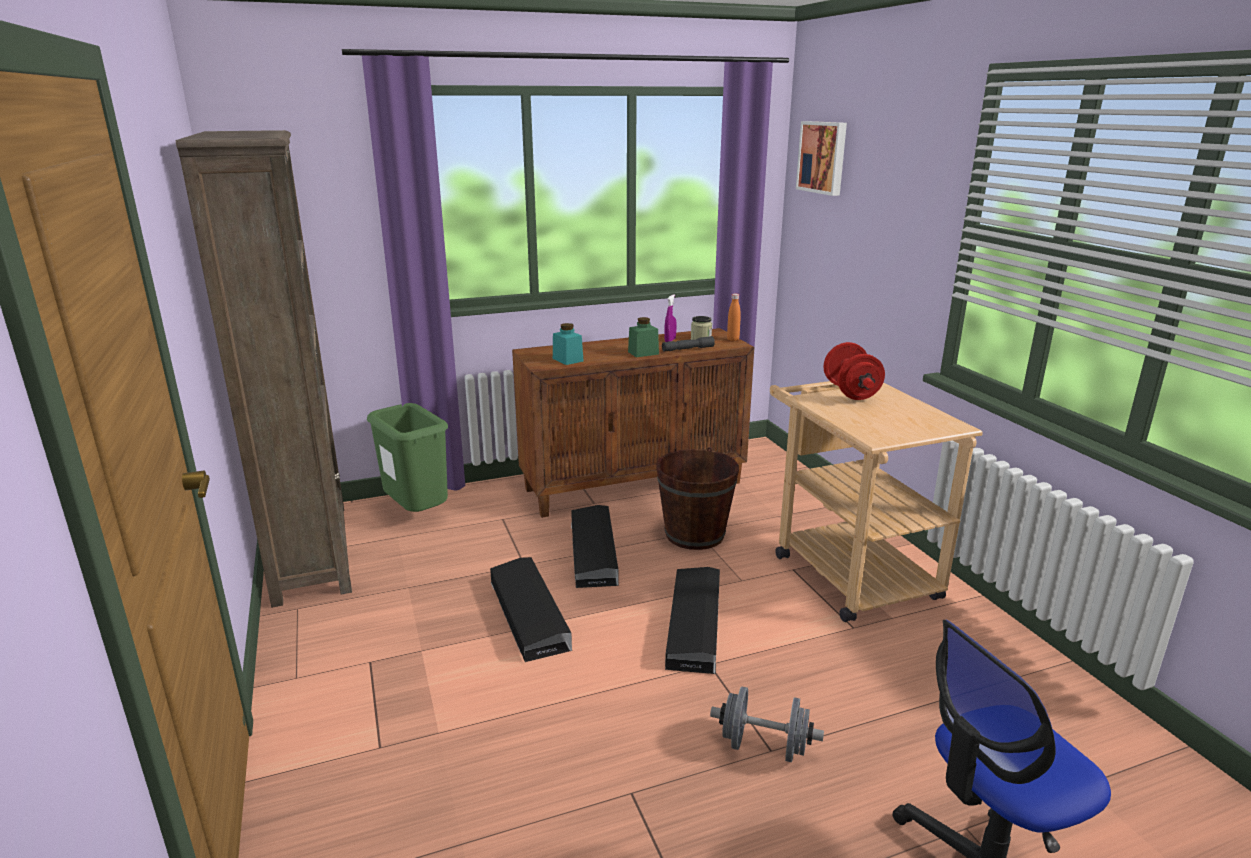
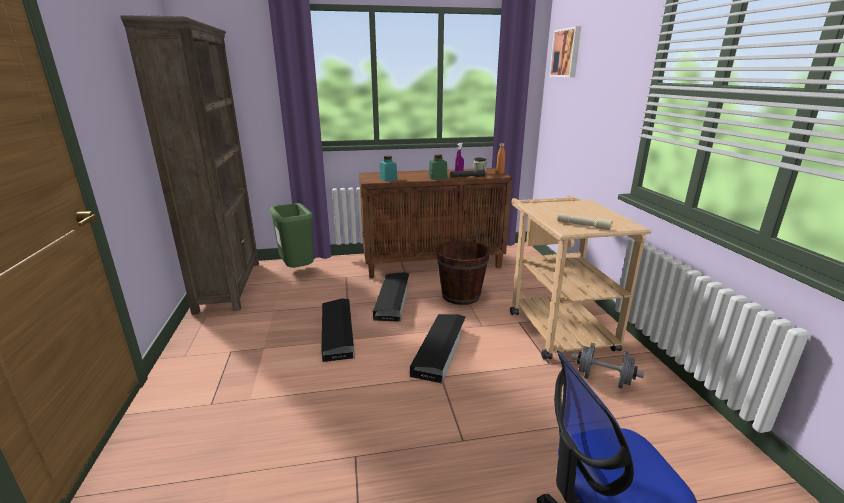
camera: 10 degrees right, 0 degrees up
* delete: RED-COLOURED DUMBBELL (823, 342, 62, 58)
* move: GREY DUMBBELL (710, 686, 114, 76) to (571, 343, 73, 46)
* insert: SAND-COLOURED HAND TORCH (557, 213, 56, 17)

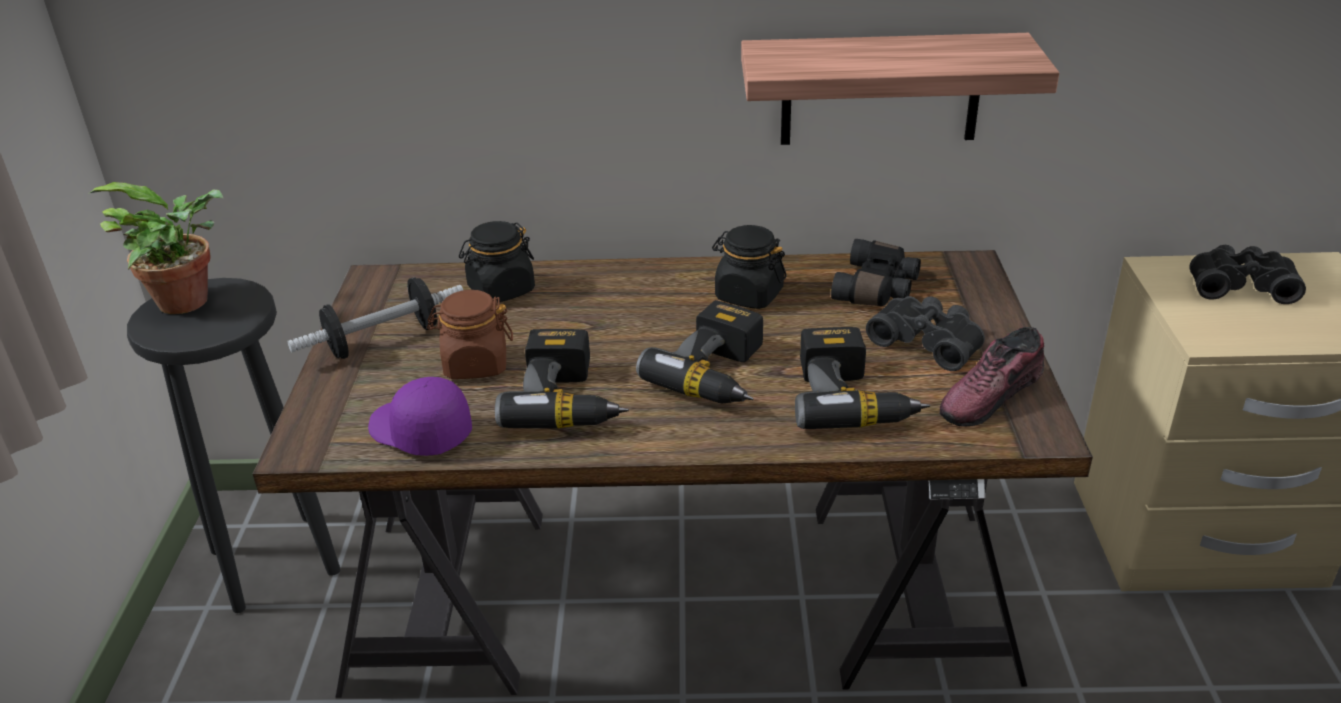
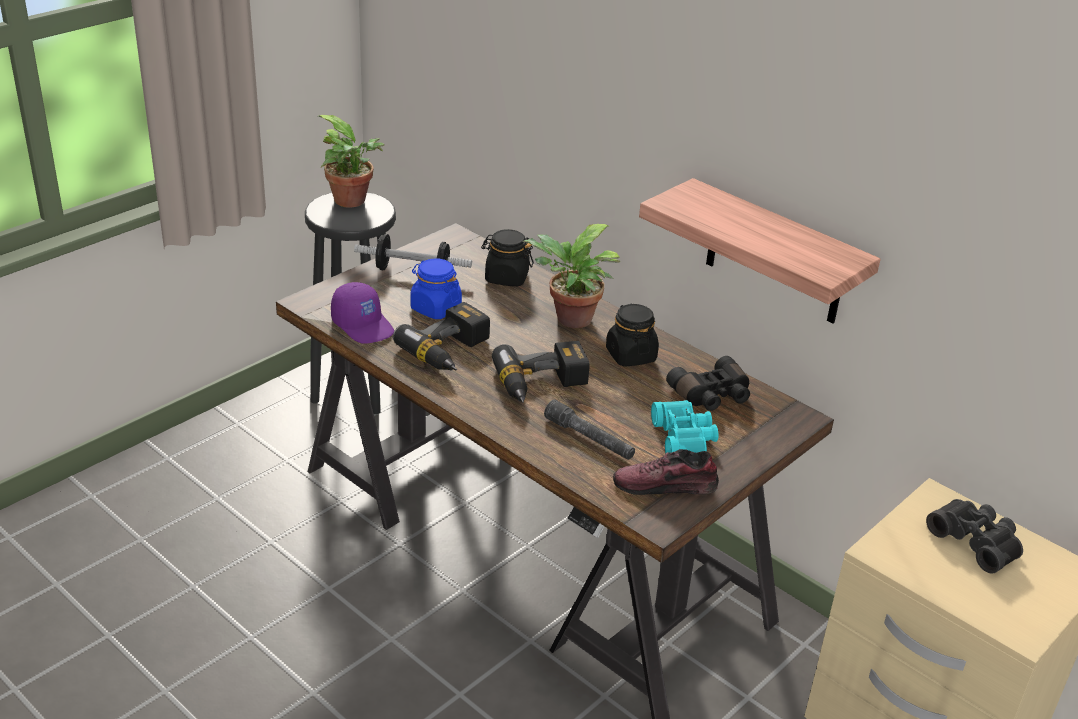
camera: 40 degrees right, 0 degrees up
* recolor: BROWNISH JAR (427, 290, 86, 89) to BLUISH JAR (410, 258, 52, 61)
* recolor: BLACKISH PAIR OF BINOCULARS (866, 296, 119, 75) to TURQUOISE PAIR OF BINOCULARS (651, 400, 67, 54)
* replace: POWER DRILL (795, 327, 135, 102) to GREY HAND TORCH (544, 399, 91, 61)
* rotate: PURPLE CAP (368, 377, 104, 79) = (331, 282, 63, 62) 150 degrees clockwise
* insert: POTTED PLANT (523, 224, 97, 104)

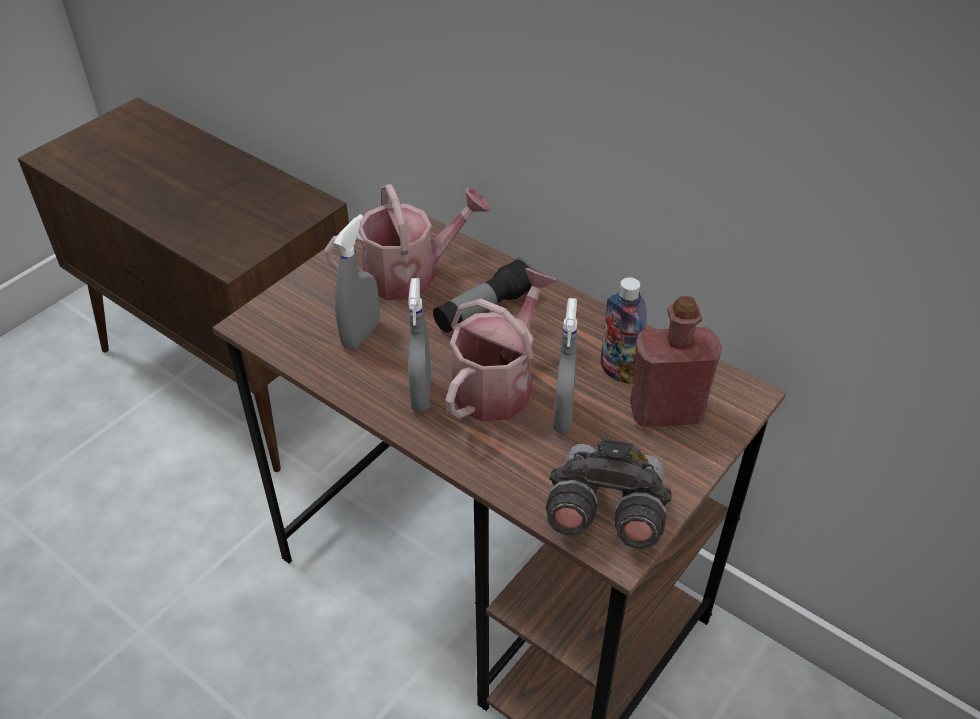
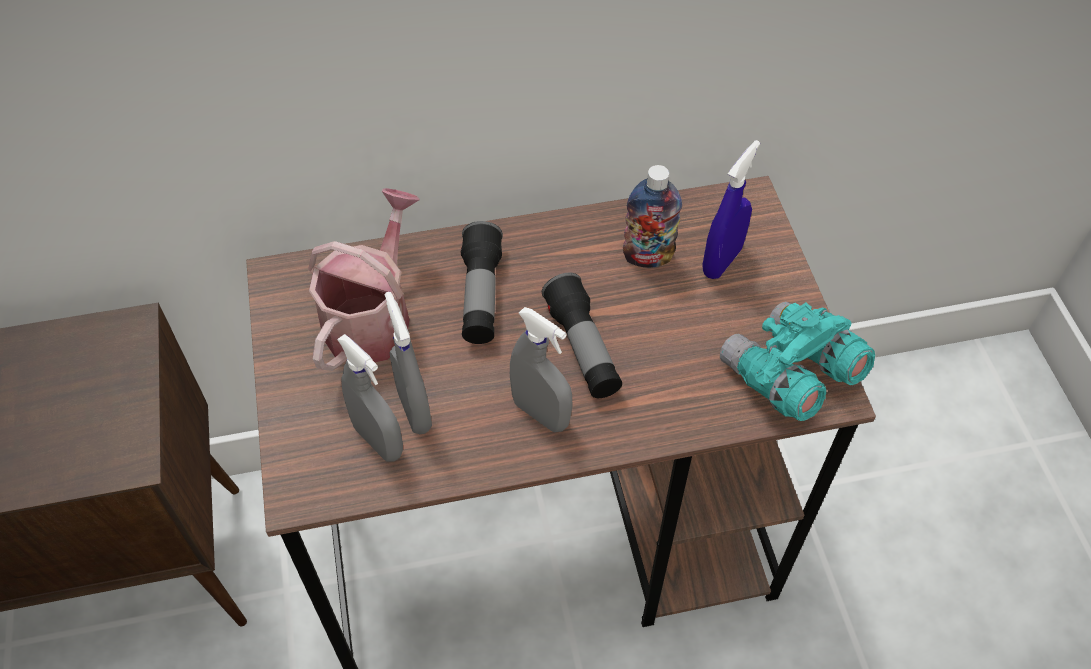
camera: 50 degrees left, 10 degrees up
* replace: SPRINKLING CAN (445, 268, 112, 154) to HAND TORCH (542, 273, 80, 125)
* replace: RED-COLOURED BEVERAGE BOTTLE (630, 296, 92, 131) to BLUISH SPRAYER (703, 140, 57, 139)
* move: GREY SPRAYER (553, 298, 24, 136) to (337, 334, 66, 127)
* recolor: GREY PAIR OF BINOCULARS (545, 438, 127, 111) to TURQUOISE PAIR OF BINOCULARS (720, 301, 155, 120)

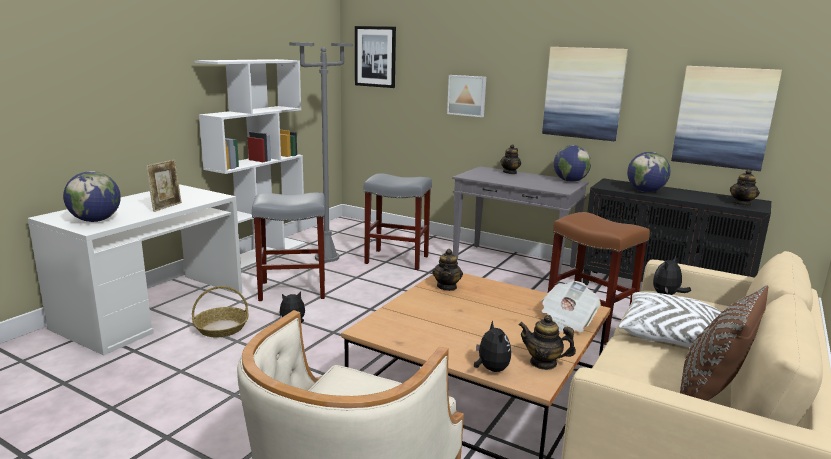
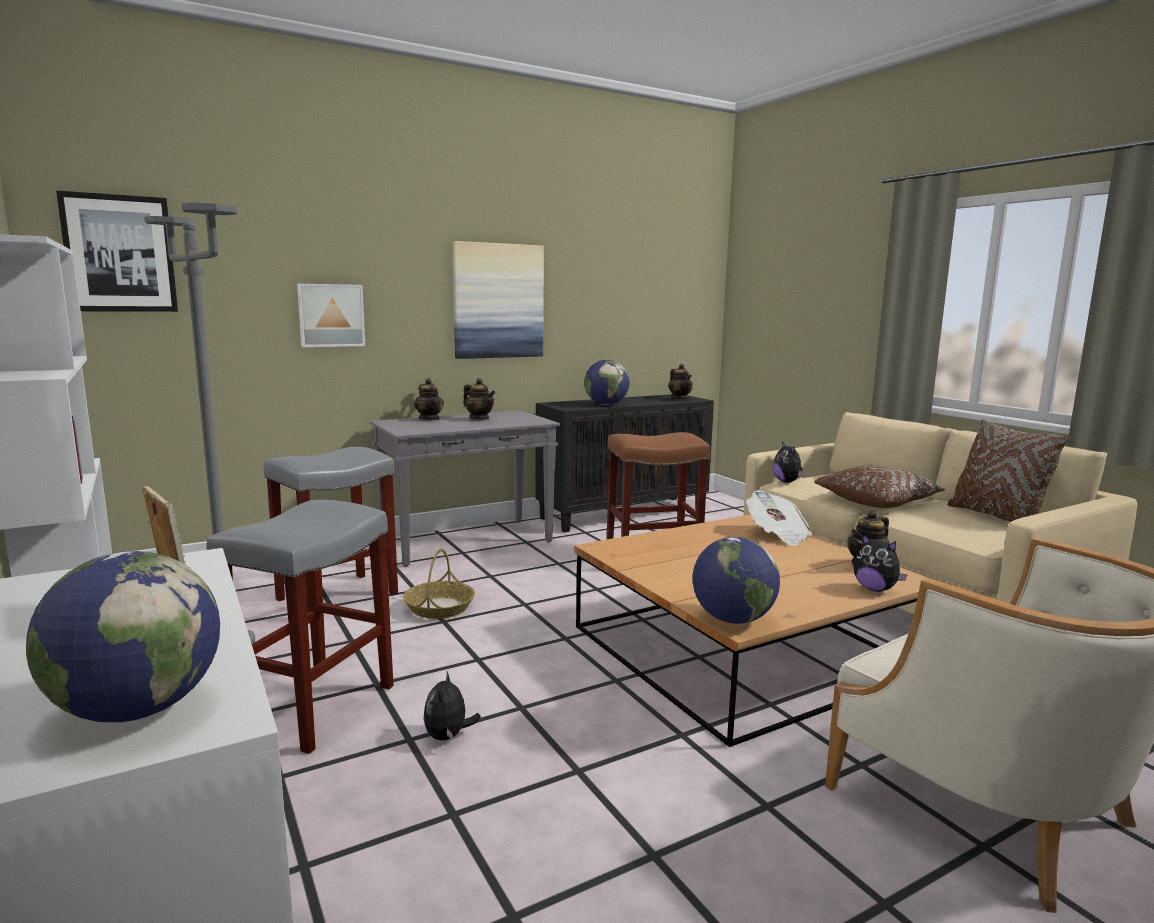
camera: 60 degrees left, 5 degrees down
* delete: WALL PICTURE (671, 66, 111, 105)
* move: GLOBE (554, 145, 37, 37) to (693, 537, 87, 87)
* move: TEAPOT (432, 249, 31, 42) to (463, 378, 32, 42)
* move: HOUSEHOLD BASKET (192, 286, 56, 52) to (403, 548, 72, 71)
* recolor: WHITE-COLOURED THROW PILLOW (619, 292, 104, 55) to BROWNISH THROW PILLOW (814, 465, 132, 43)
* rotate: CUDDLY TOY (474, 321, 37, 51) = (854, 534, 54, 58) 150 degrees counterclockwise

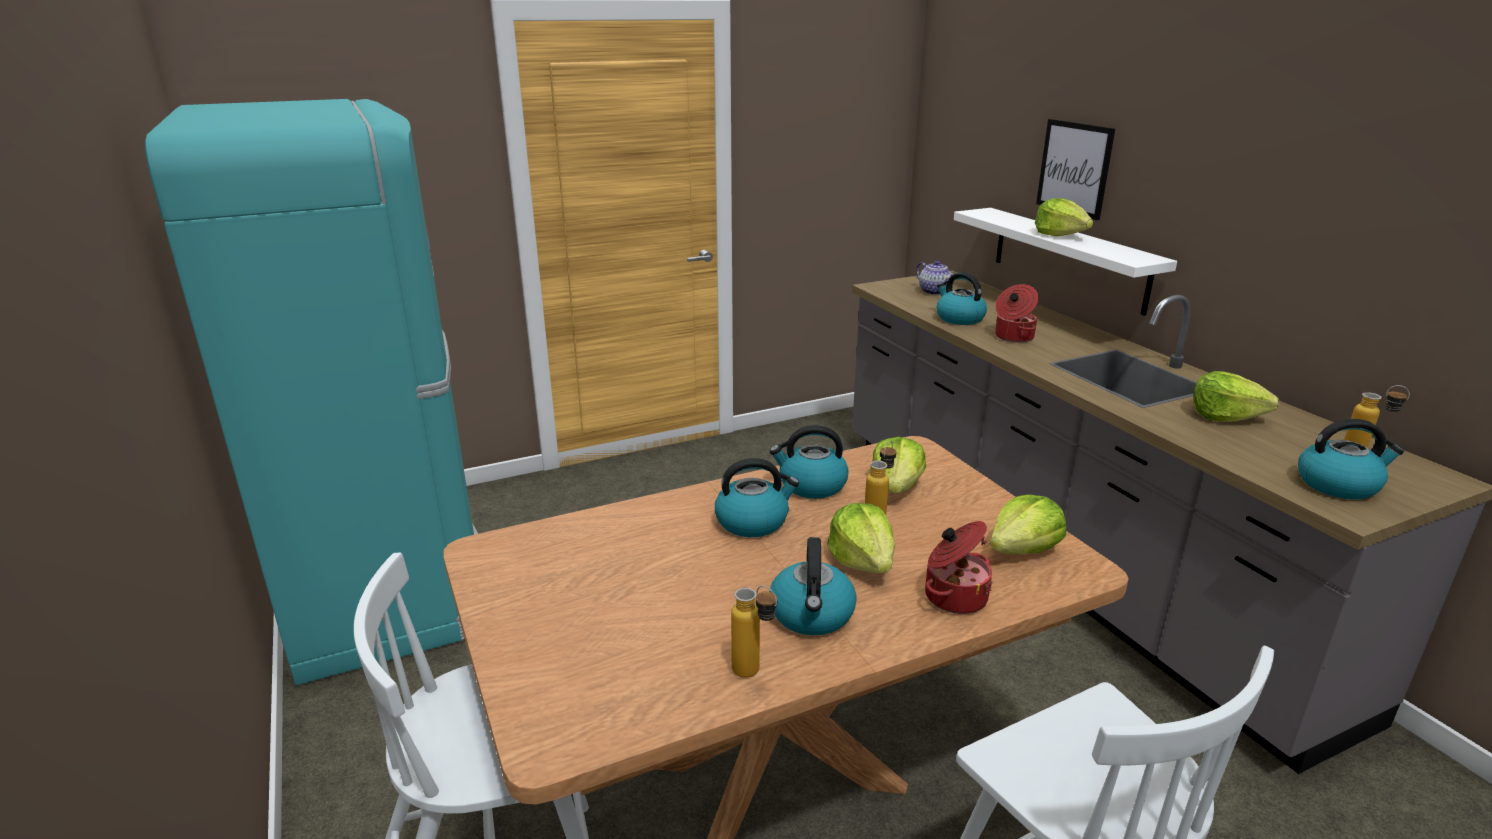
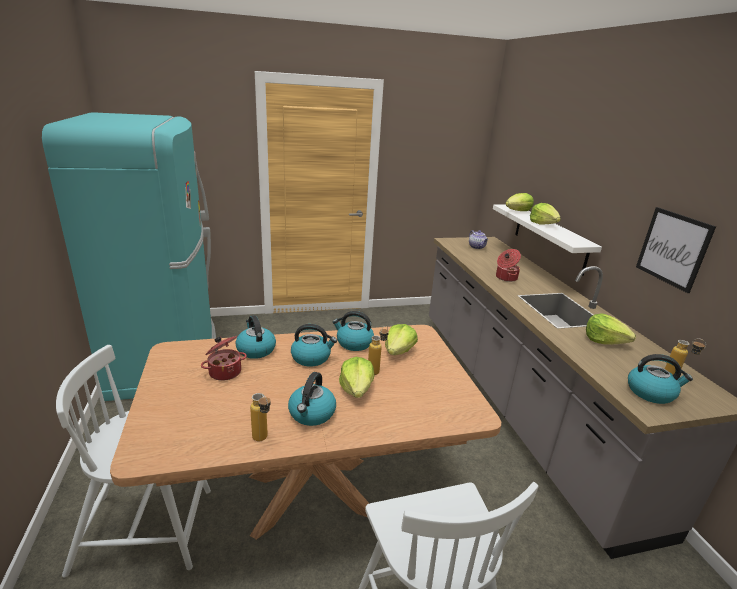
camera: 10 degrees right, 0 degrees up
* move: WALL PICTURE (1036, 119, 79, 101) to (636, 207, 80, 86)
* move: WATER KETTLE (937, 272, 50, 53) to (235, 315, 41, 44)
* move: HEAD OF LETTUCE (990, 494, 76, 60) to (505, 193, 29, 18)
* move: COOKING POT (925, 521, 67, 93) to (201, 336, 46, 45)

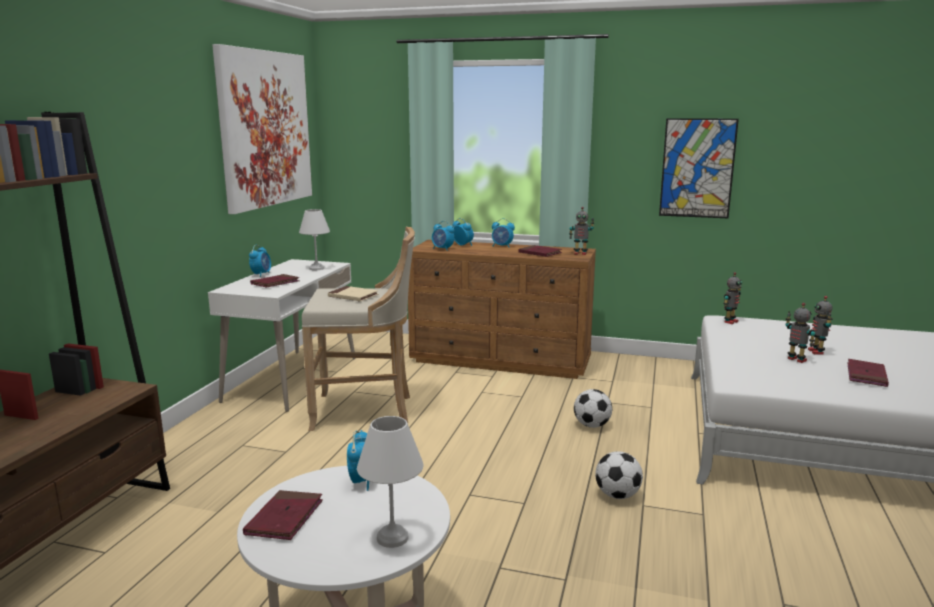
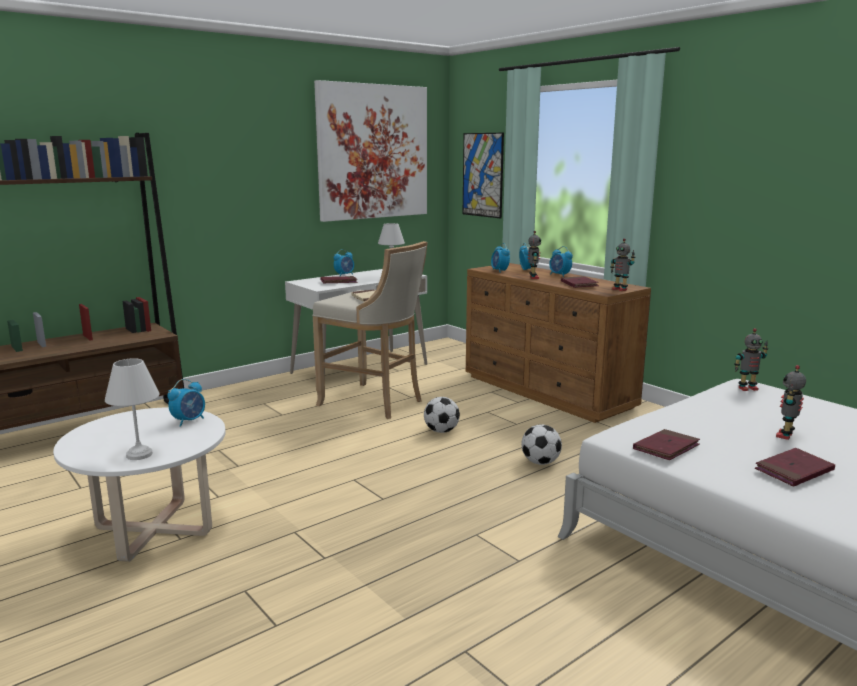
camera: 35 degrees right, 0 degrees up
* move: WALL PICTURE (659, 118, 80, 100) to (463, 133, 41, 86)
* move: MODEL ROBOT (786, 303, 29, 60) to (528, 231, 13, 48)
* move: FOOTBALL (595, 451, 48, 48) to (424, 397, 36, 36)
* move: RED-COLOURED BOOK (243, 490, 80, 50) to (633, 429, 67, 31)

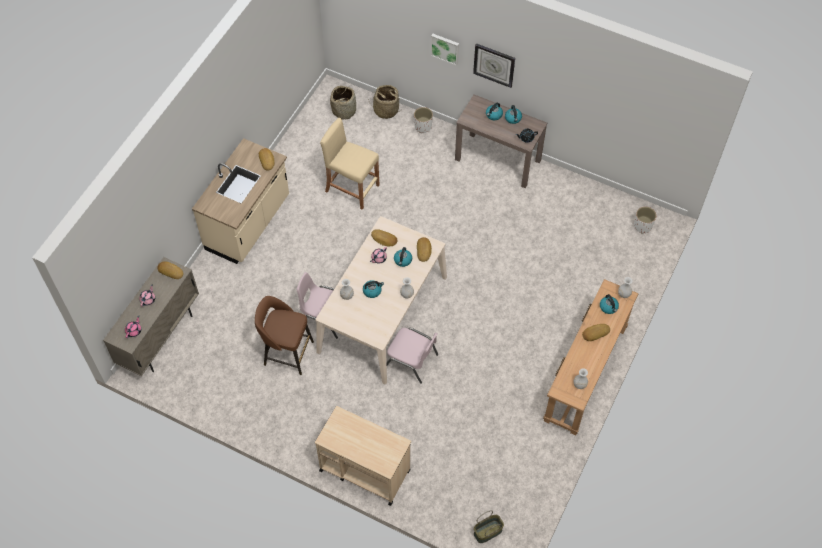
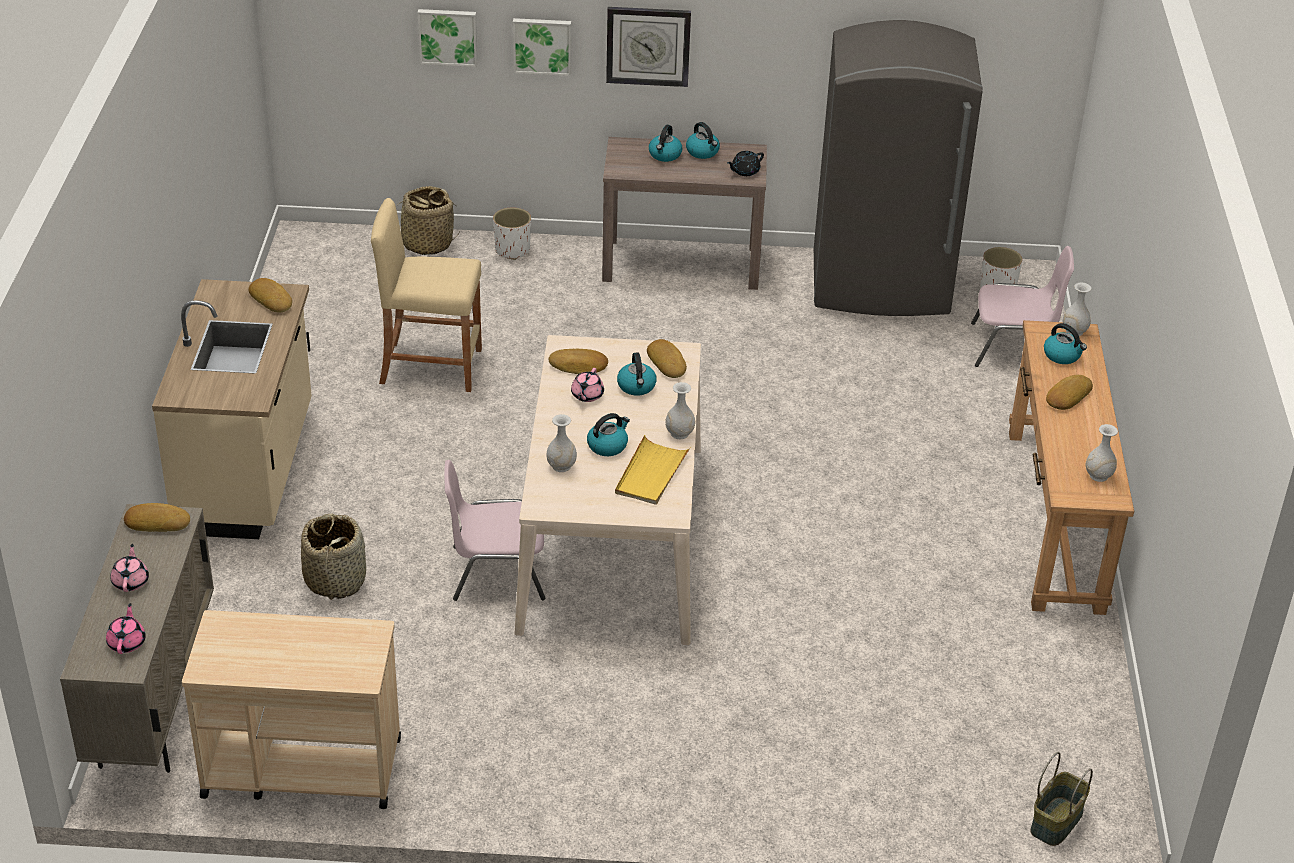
camera: 25 degrees left, 20 degrees down
* move: HOUSEHOLD BASKET (330, 86, 26, 34) to (301, 514, 65, 86)
* delete: BROWNISH STOOL SEAT (255, 296, 59, 79)
* move: PINK PLAIN CHAIR (387, 328, 51, 56) to (971, 246, 103, 121)
* move: SAND-COLOURED WHEELED CART (315, 406, 96, 100) to (182, 610, 219, 199)
* insert: WALL PICTURE (417, 9, 61, 58)
* insert: GREY FRIDGE (814, 20, 169, 296)
* insert: YELLOWISH TRAY (615, 435, 76, 70)

